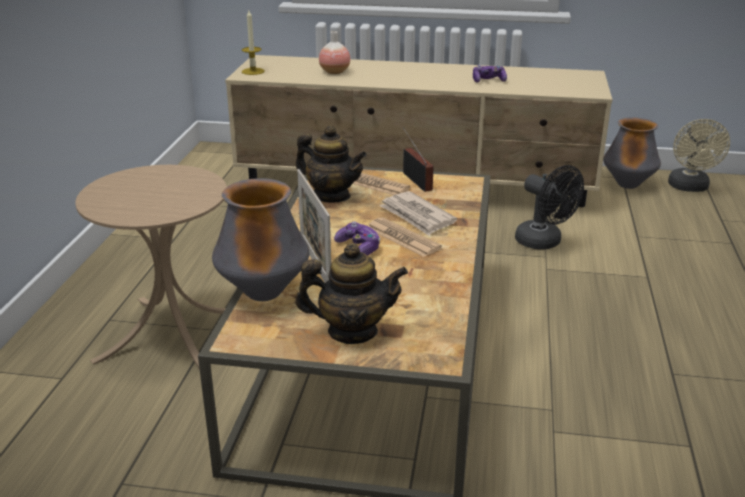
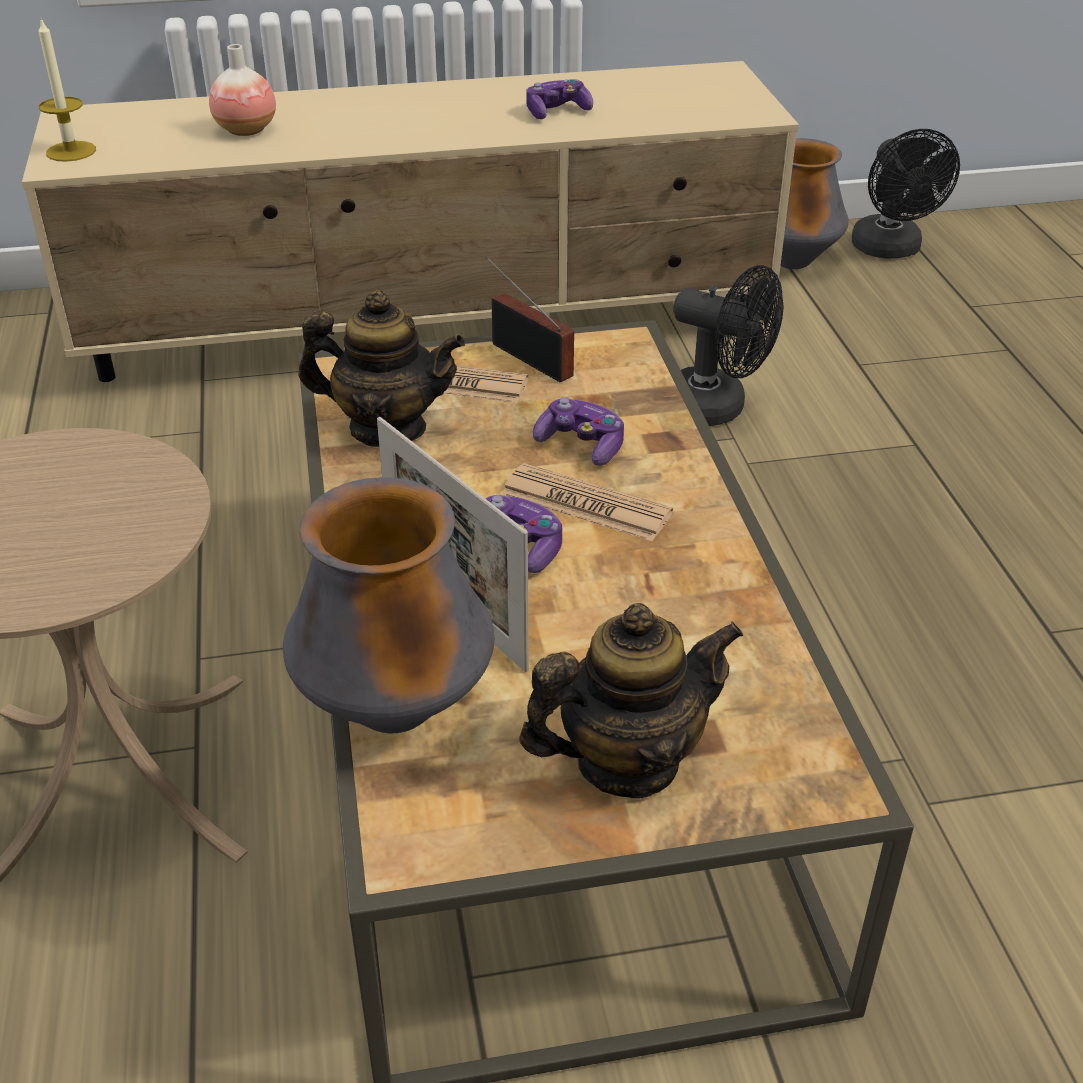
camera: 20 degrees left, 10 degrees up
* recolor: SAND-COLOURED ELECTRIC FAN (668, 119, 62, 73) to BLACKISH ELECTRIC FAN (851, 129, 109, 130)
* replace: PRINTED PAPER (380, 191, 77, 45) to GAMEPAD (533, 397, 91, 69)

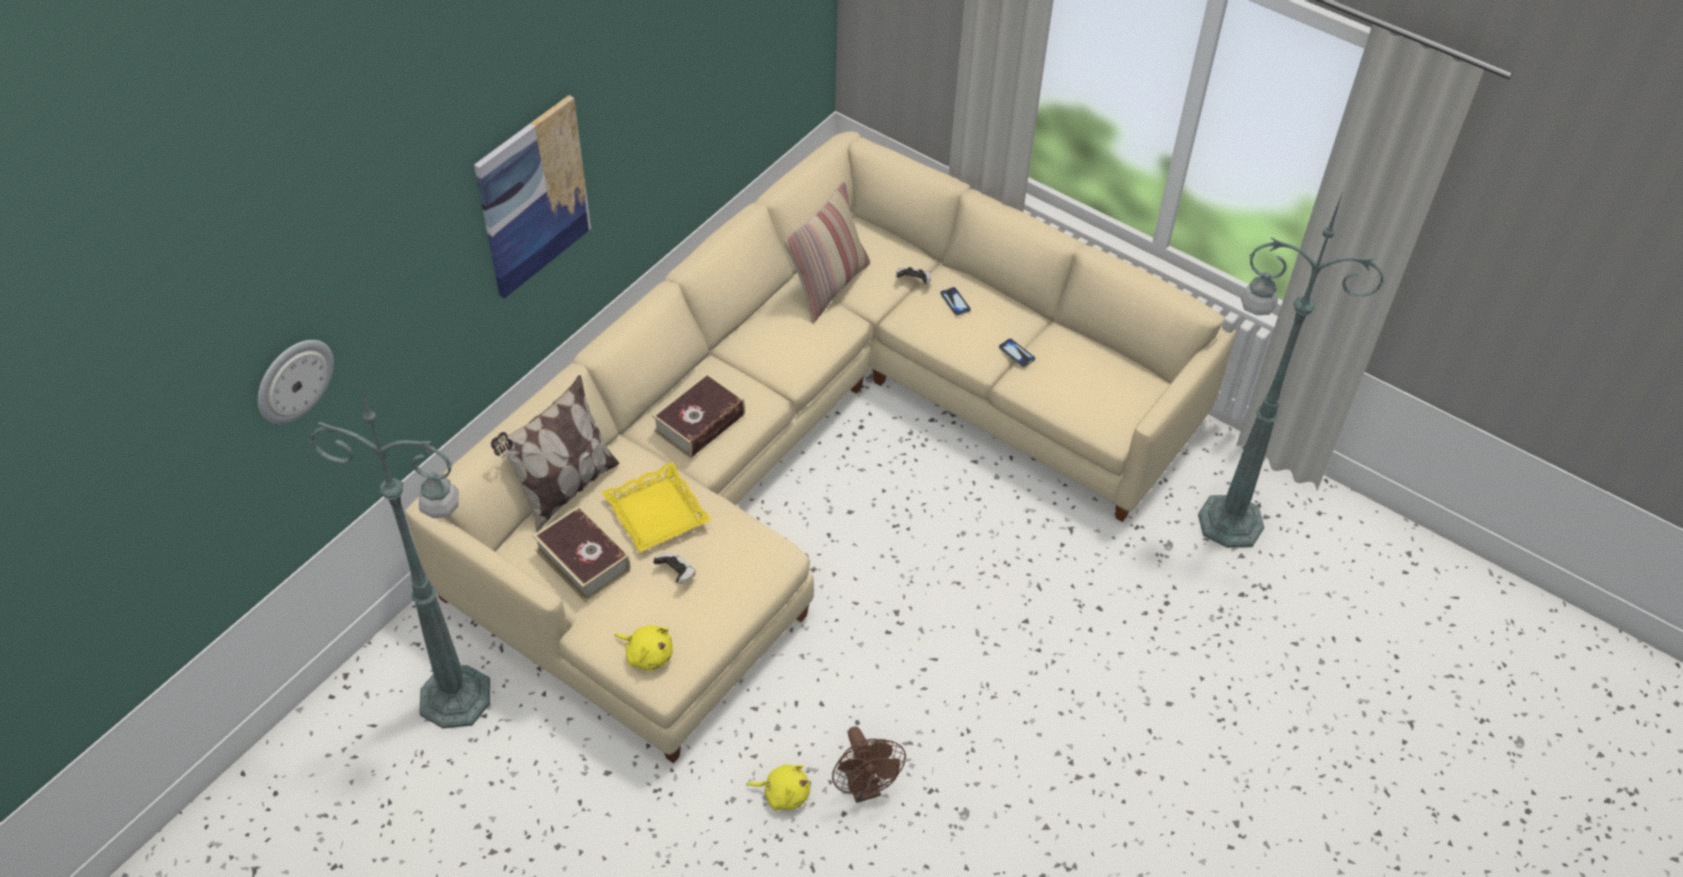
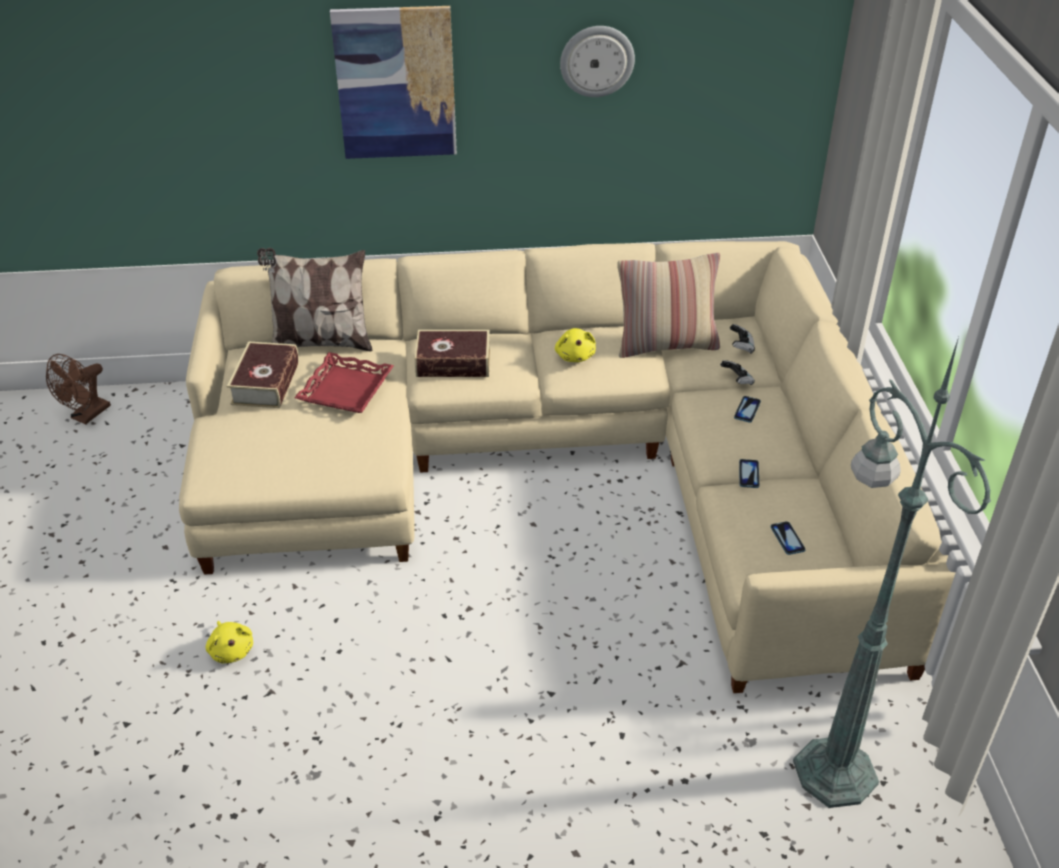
camera: 50 degrees right, 10 degrees down
* move: HANGING CLOCK (258, 340, 76, 84) to (560, 26, 75, 71)
* delete: GREENISH STANDARD LAMP (310, 376, 180, 352)
* recolor: YELLOWISH TRAY (602, 462, 109, 91) to RED-COLOURED TRAY (294, 352, 100, 61)
* move: GAMEPAD (653, 553, 43, 31) to (730, 324, 25, 30)
* move: YELLOWISH CUDDLY TOY (615, 626, 58, 44) to (555, 328, 41, 34)
* move: BROWNISH ELECTRIC FAN (832, 726, 74, 77) to (46, 354, 65, 70)
* insert: TELEPHONE (771, 521, 35, 34)

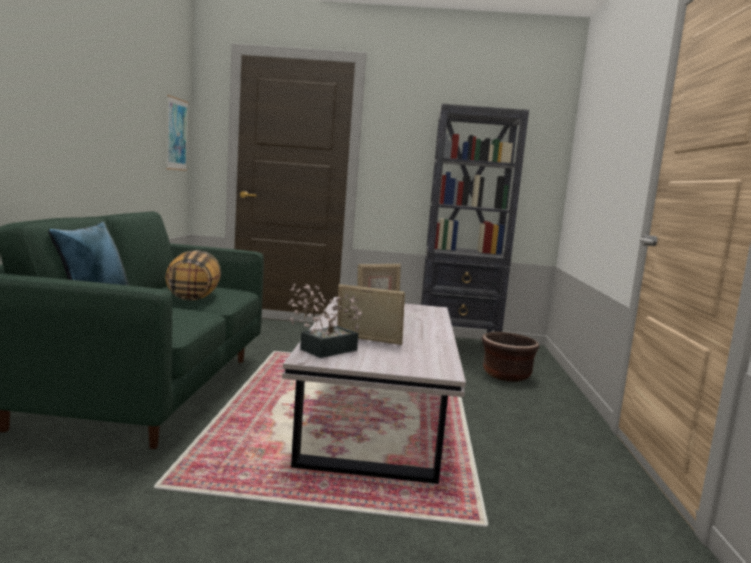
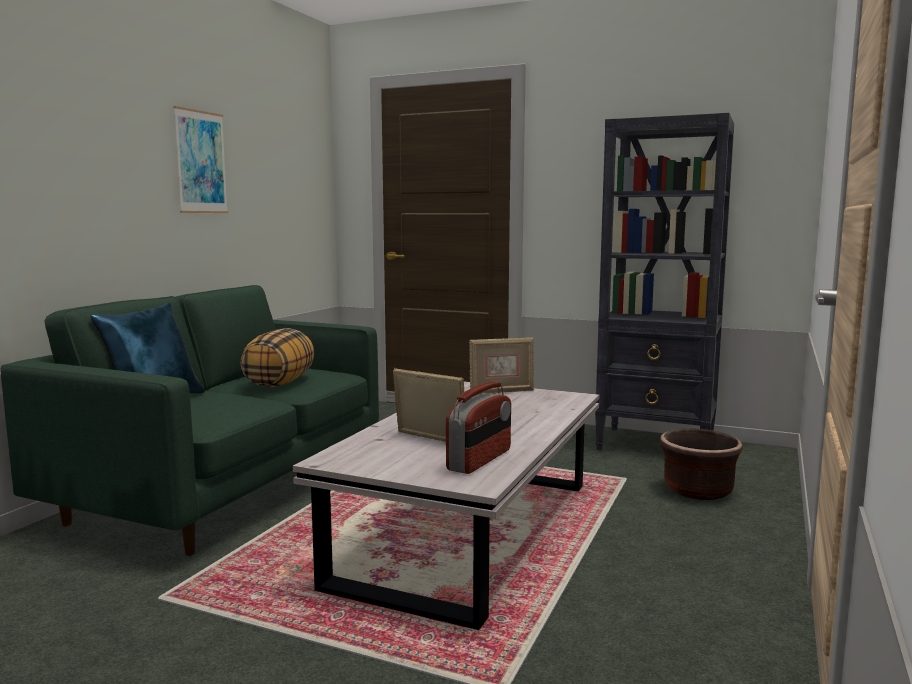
camera: 20 degrees right, 0 degrees up
* move: WALL PICTURE (166, 95, 23, 76) to (173, 106, 55, 107)
* delete: POTTED PLANT (288, 283, 74, 75)
* insert: RADIO (446, 381, 65, 93)

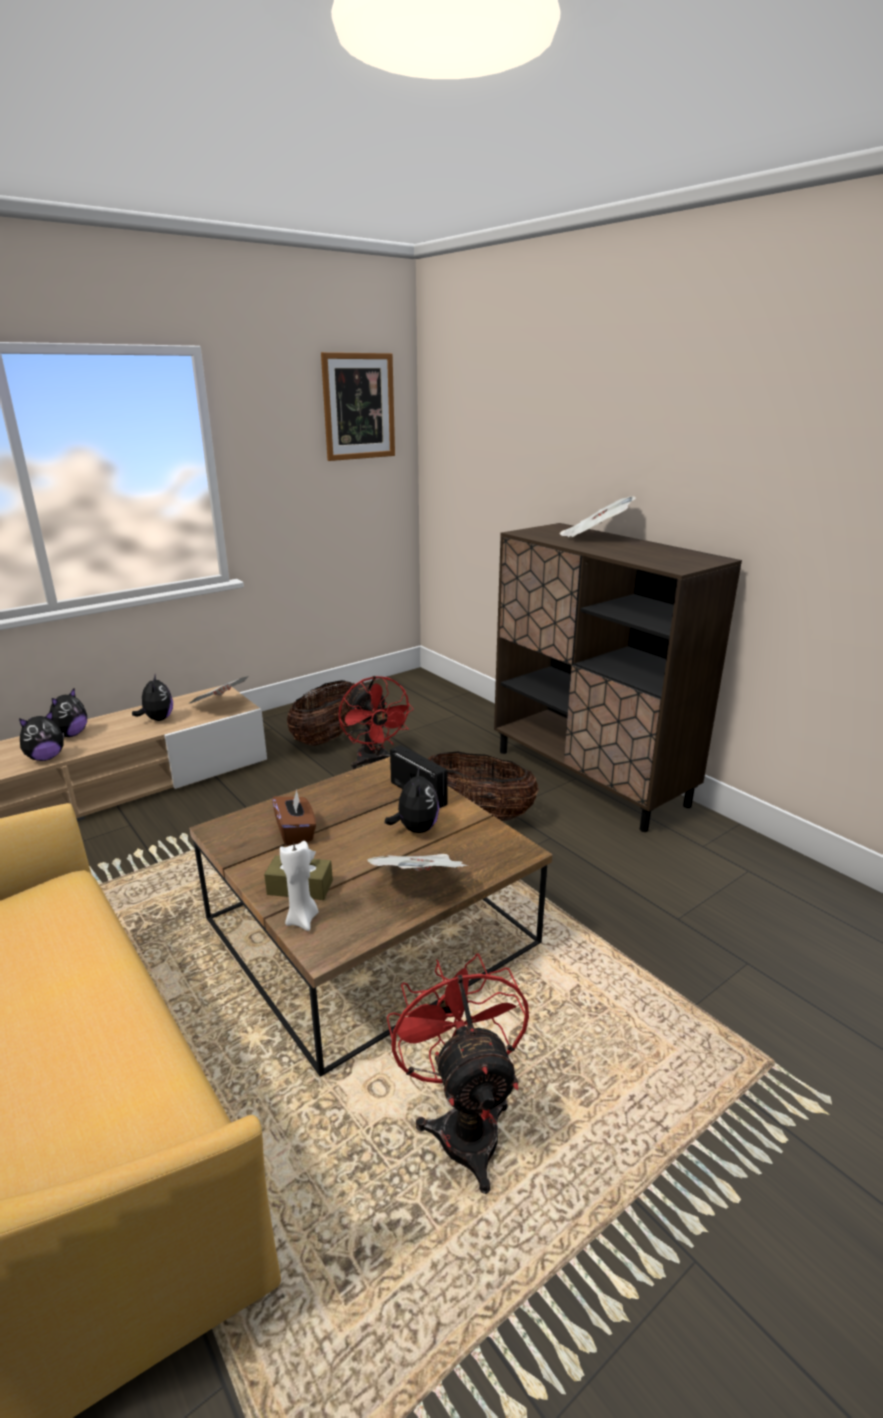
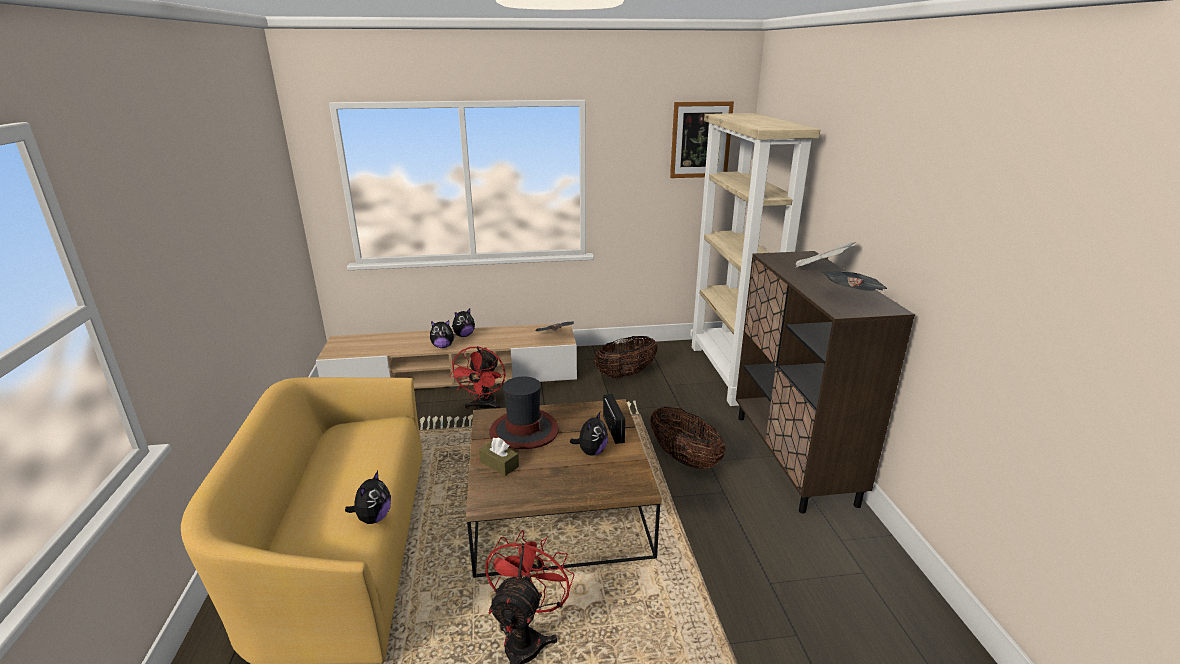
camera: 30 degrees right, 0 degrees up
* move: CUDDLY TOY (132, 673, 41, 48) to (345, 471, 46, 53)
* move: RED-COLOURED ELECTRIC FAN (338, 676, 76, 93) to (449, 346, 56, 63)
* replace: BROWNISH BOX OF TISSUES (272, 790, 44, 56) to CLOTHING HAT (489, 376, 70, 73)
* delete: WHITE-COLOURED WAX LIGHT (280, 841, 39, 90)
* move: PRINTED PAPER (367, 854, 101, 17) to (821, 272, 66, 19)
* insert: SAND-COLOURED BOOKCASE (690, 113, 130, 293)

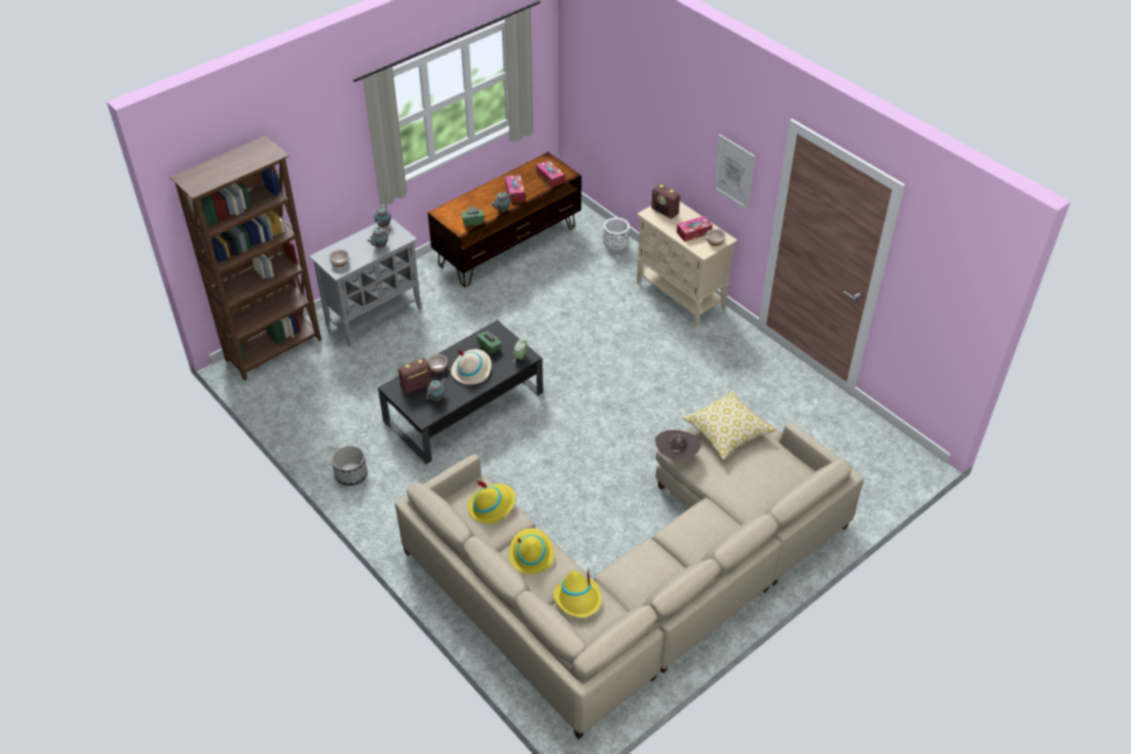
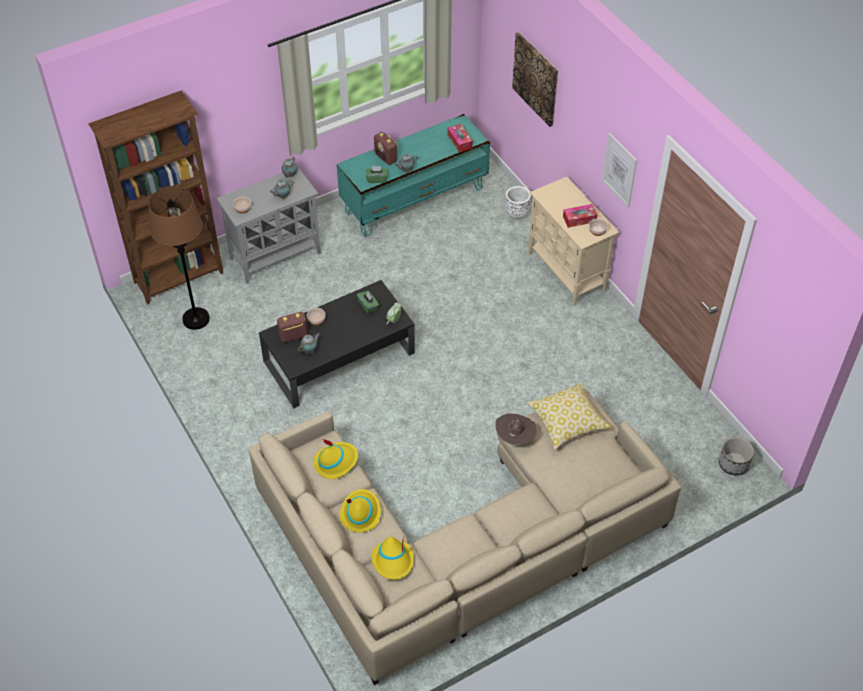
camera: 10 degrees right, 5 degrees up
* recolor: BROWNISH TV STAND (428, 152, 154, 135) to TURQUOISE TV STAND (337, 114, 153, 123)
* delete: BOX OF TISSUES (505, 175, 20, 27)
* move: RADIO (651, 184, 29, 35) to (374, 132, 24, 33)
* delete: SAND-COLOURED CLOTHING HAT (451, 349, 40, 36)
* move: PLANT POT (331, 445, 36, 41) to (719, 437, 35, 38)
* insert: WALL PICTURE (512, 32, 46, 95)
* insert: BROWNISH STANDARD LAMP (148, 187, 62, 143)

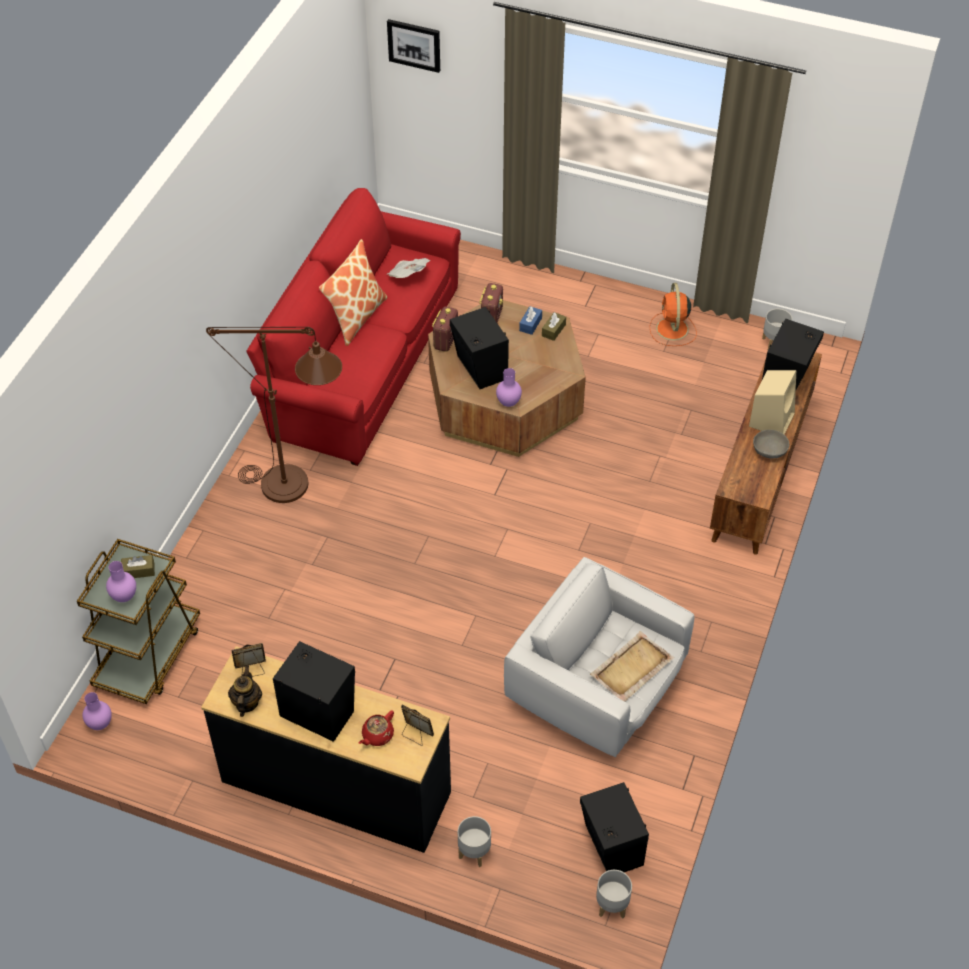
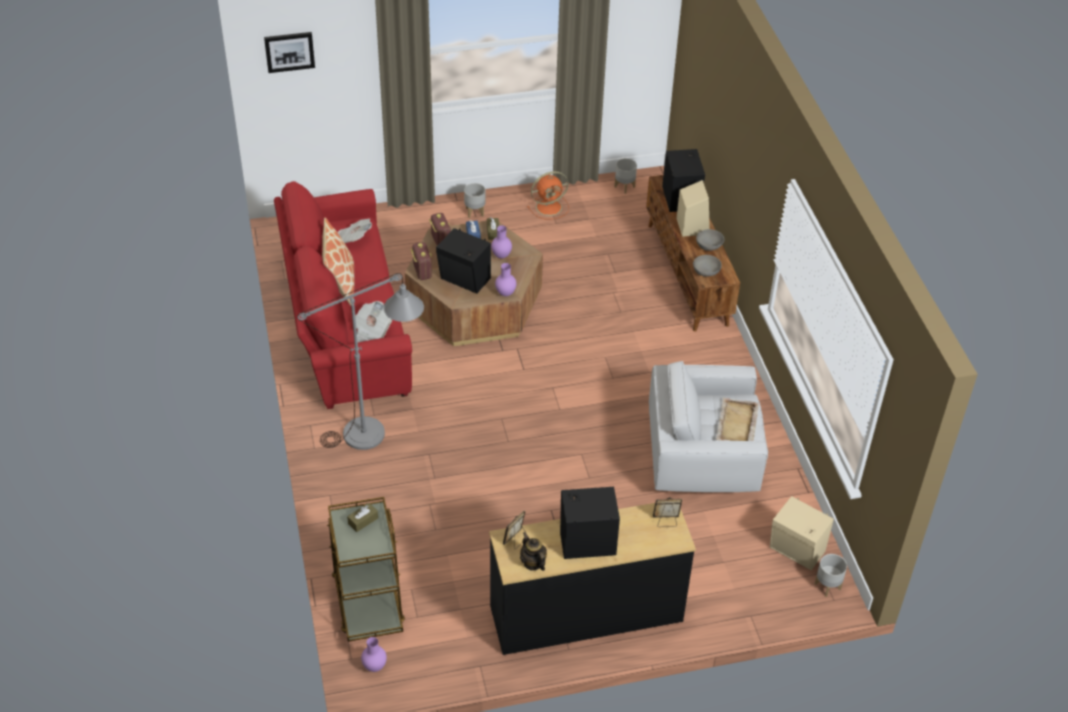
camera: 35 degrees left, 5 degrees down
* rotate: ORANGEY ELECTRIC FAN (650, 283, 47, 63) = (527, 171, 42, 48) 75 degrees counterclockwise
* recolor: BROWNISH STANDARD LAMP (206, 327, 136, 176) to GREY STANDARD LAMP (297, 273, 127, 177)
* move: PURPLE DECORATIVE VASE (106, 561, 30, 41) to (491, 225, 21, 34)
* delete: RED-COLOURED TEAPOT (359, 710, 35, 36)
* recolor: BLACKISH LOUDSPEAKER (580, 782, 69, 90) to SAND-COLOURED LOUDSPEAKER (770, 496, 64, 74)
* move: GREY PLANT POT (458, 816, 33, 51) to (464, 183, 21, 35)
* insert: GREY DEEP DISH (693, 255, 29, 22)
* insert: PRINTED PAPER (355, 301, 37, 41)

